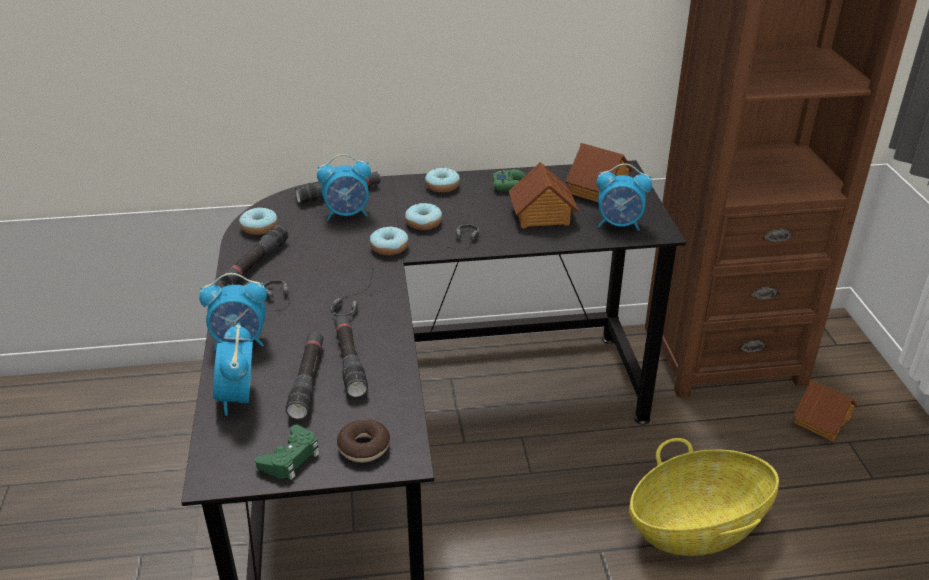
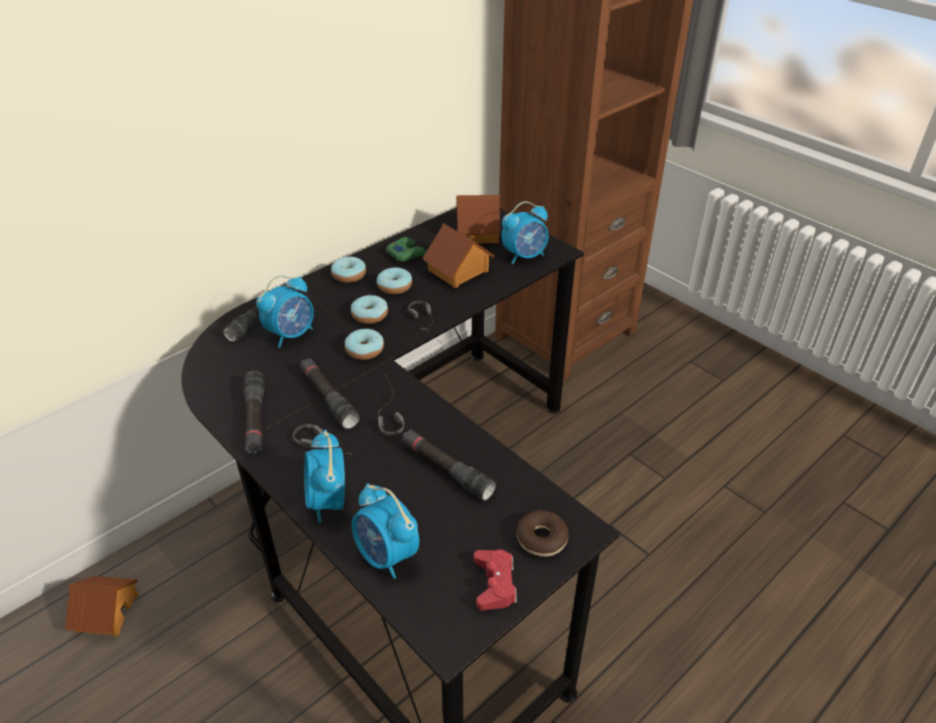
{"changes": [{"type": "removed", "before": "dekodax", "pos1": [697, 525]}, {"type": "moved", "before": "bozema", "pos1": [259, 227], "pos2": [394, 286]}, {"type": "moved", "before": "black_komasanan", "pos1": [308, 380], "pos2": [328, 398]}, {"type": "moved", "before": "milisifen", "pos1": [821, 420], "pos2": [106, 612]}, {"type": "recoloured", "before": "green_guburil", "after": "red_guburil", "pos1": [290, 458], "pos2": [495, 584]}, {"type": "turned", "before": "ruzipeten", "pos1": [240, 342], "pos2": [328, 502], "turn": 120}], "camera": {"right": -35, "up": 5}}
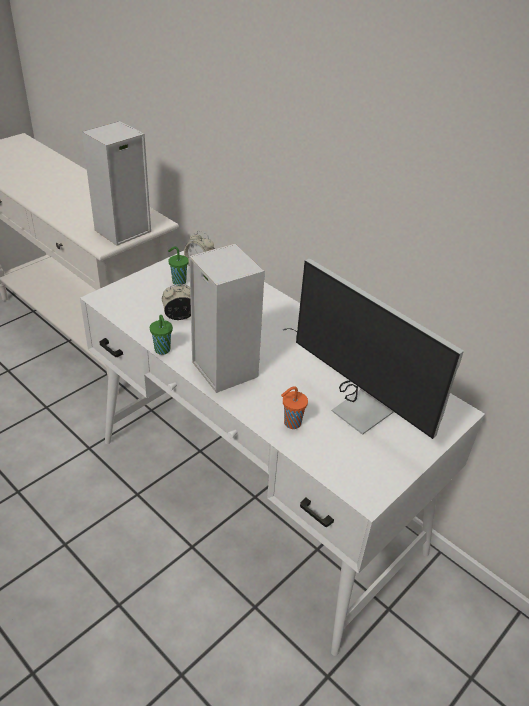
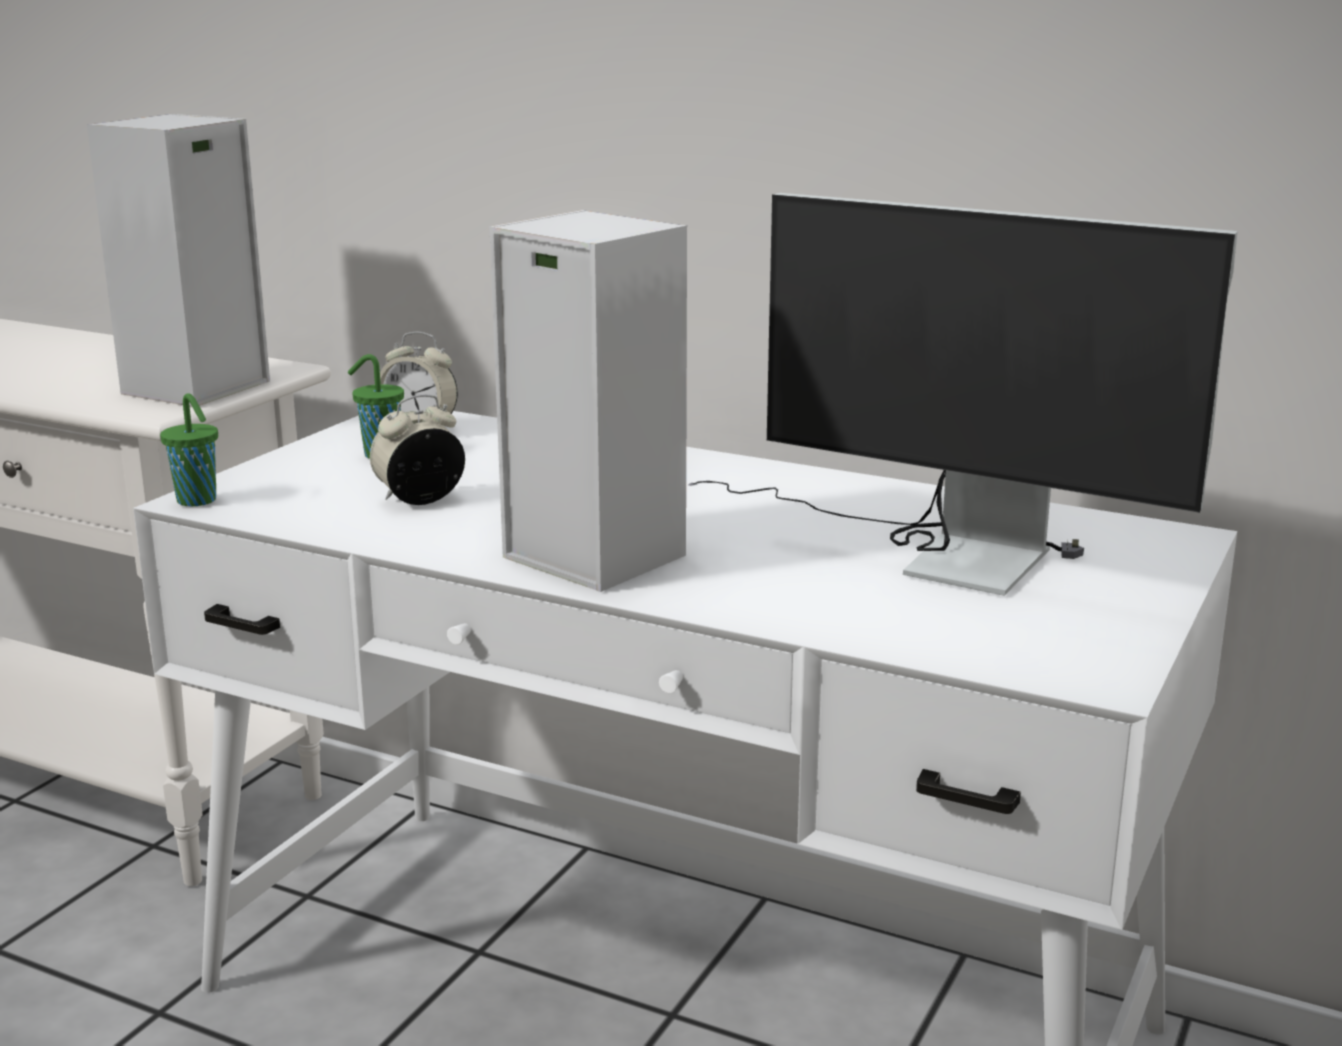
{"changes": [{"type": "removed", "before": "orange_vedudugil", "pos1": [291, 423]}, {"type": "moved", "before": "green_vedudugil", "pos1": [163, 350], "pos2": [198, 501]}], "camera": {"right": -15, "up": -20}}
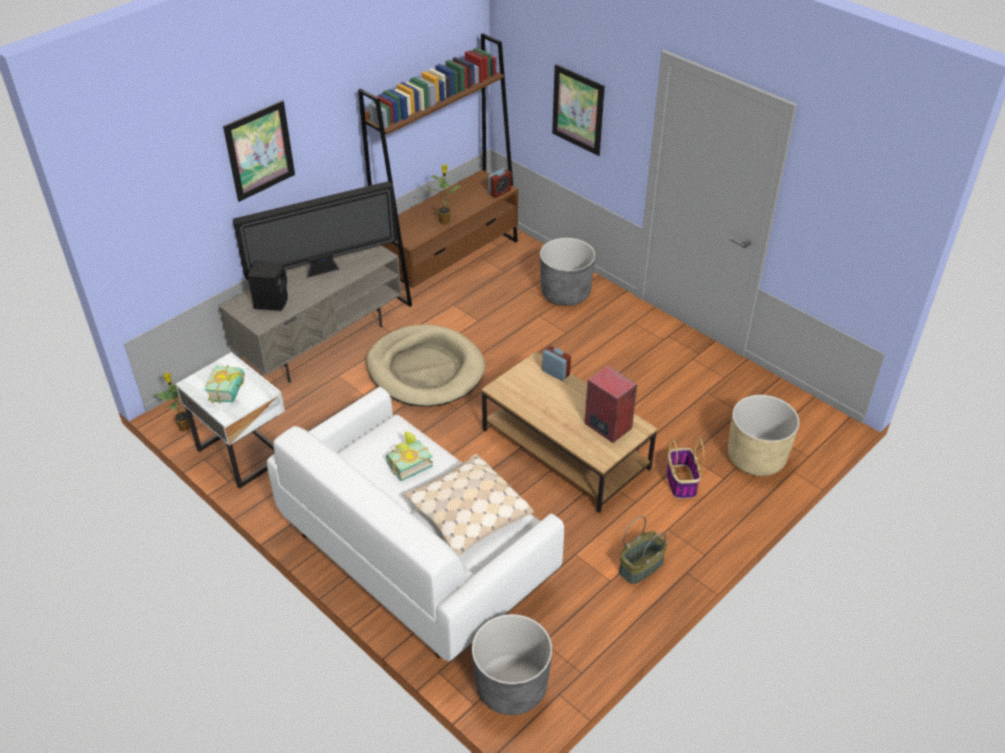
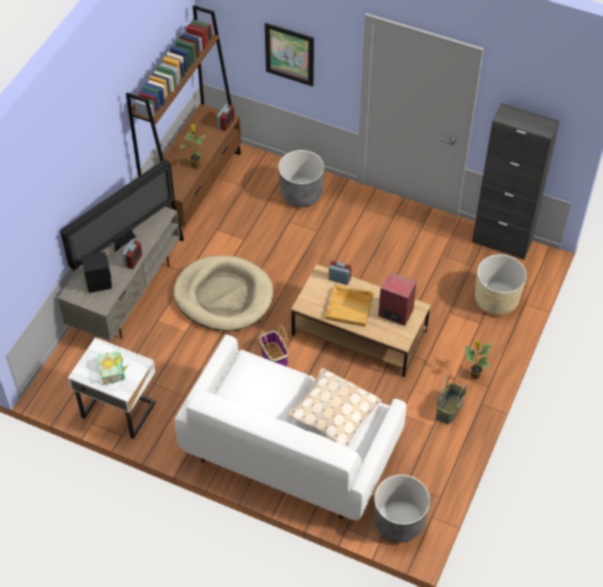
{"changes": [{"type": "removed", "before": "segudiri", "pos1": [259, 150]}, {"type": "removed", "before": "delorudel", "pos1": [408, 463]}, {"type": "added", "after": "ruzipeten", "pos2": [133, 260]}, {"type": "added", "after": "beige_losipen", "pos2": [350, 307]}, {"type": "added", "after": "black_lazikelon", "pos2": [501, 242]}, {"type": "moved", "before": "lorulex", "pos1": [184, 427], "pos2": [474, 375]}, {"type": "moved", "before": "dekodax", "pos1": [681, 482], "pos2": [273, 356]}], "camera": {"right": -20, "up": 10}}
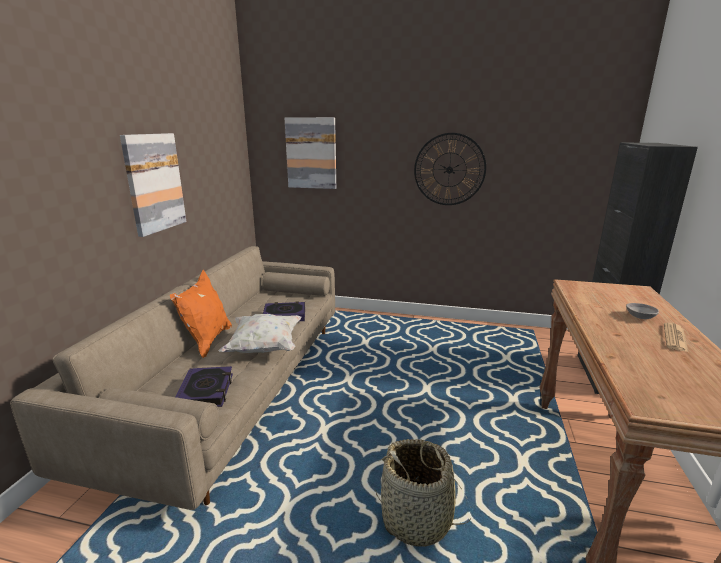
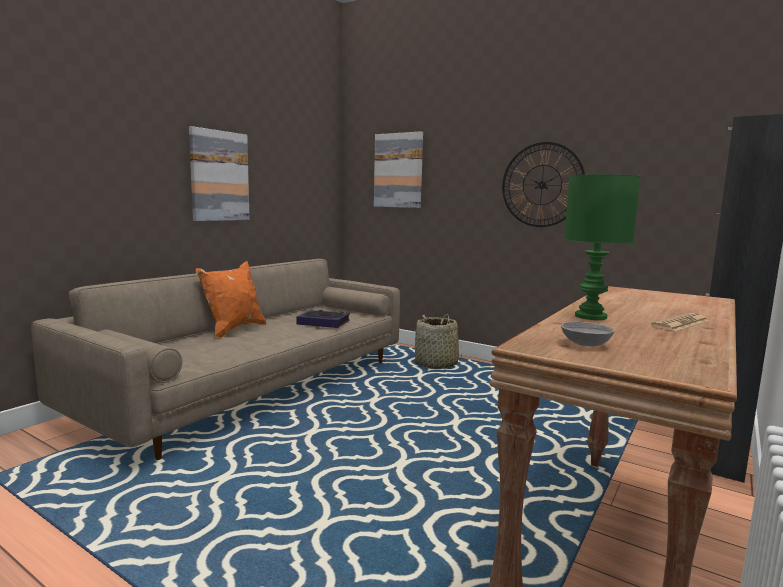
{"changes": [{"type": "removed", "before": "delorudel", "pos1": [206, 391]}, {"type": "removed", "before": "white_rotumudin", "pos1": [264, 347]}, {"type": "added", "after": "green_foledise", "pos2": [589, 316]}, {"type": "moved", "before": "dekodax", "pos1": [417, 519], "pos2": [436, 364]}, {"type": "moved", "before": "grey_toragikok", "pos1": [640, 317], "pos2": [585, 344]}], "camera": {"right": 20, "up": -10}}
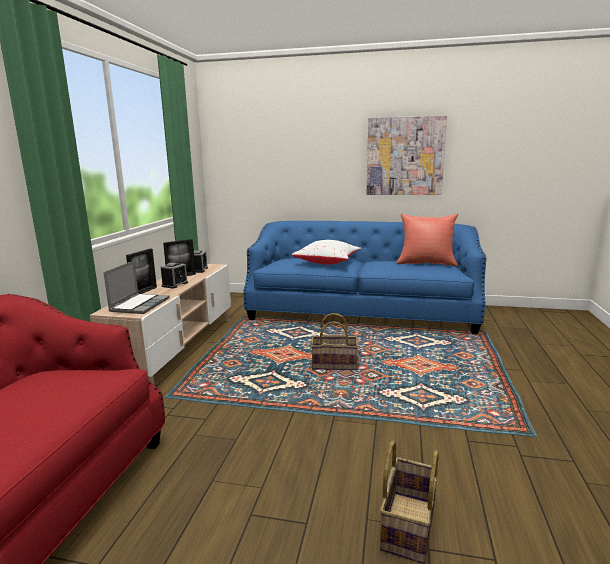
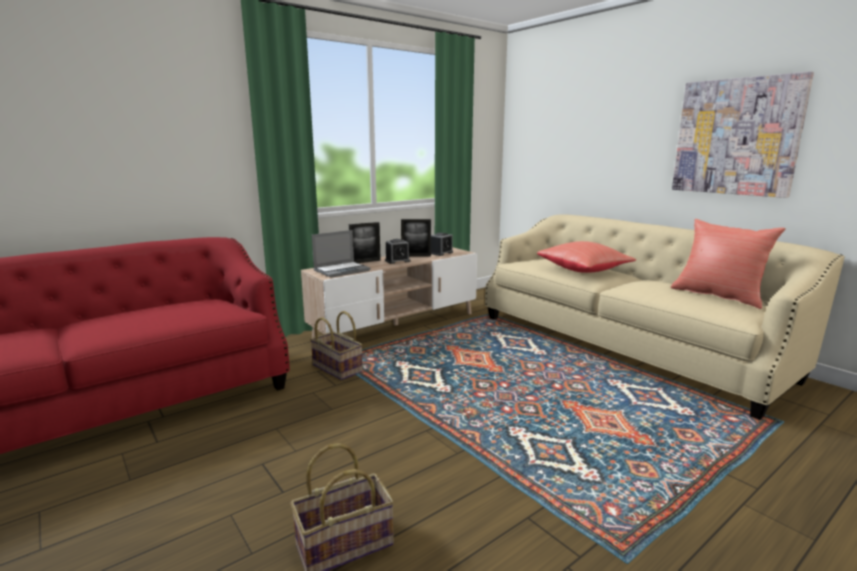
{"changes": [{"type": "moved", "before": "dekodax", "pos1": [334, 364], "pos2": [338, 368]}, {"type": "recoloured", "before": "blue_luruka", "after": "beige_luruka", "pos1": [361, 313], "pos2": [625, 345]}, {"type": "recoloured", "before": "white_rotumudin", "after": "red_rotumudin", "pos1": [328, 262], "pos2": [584, 270]}], "camera": {"right": 40, "up": 0}}
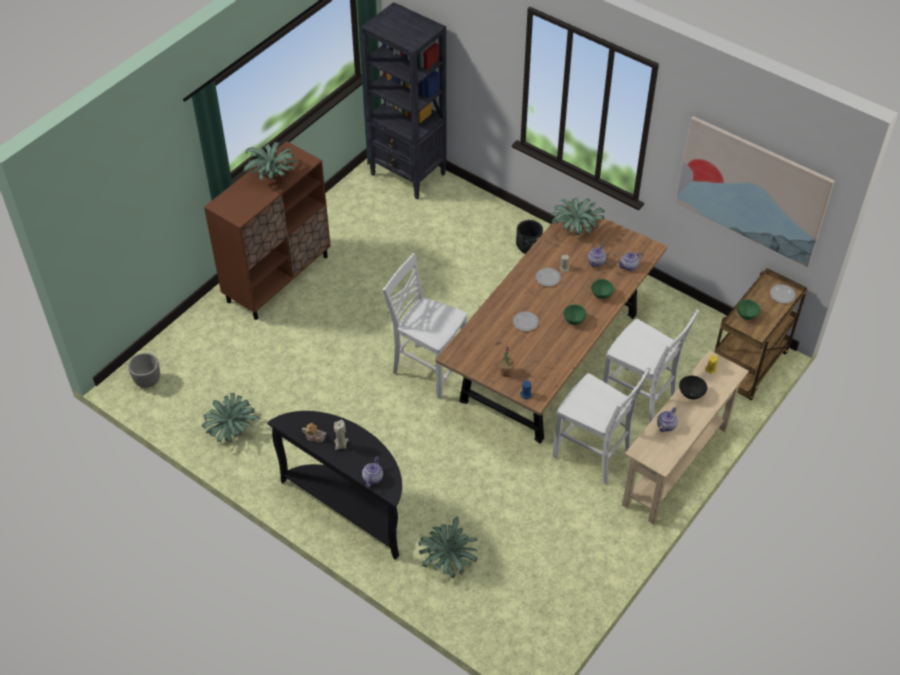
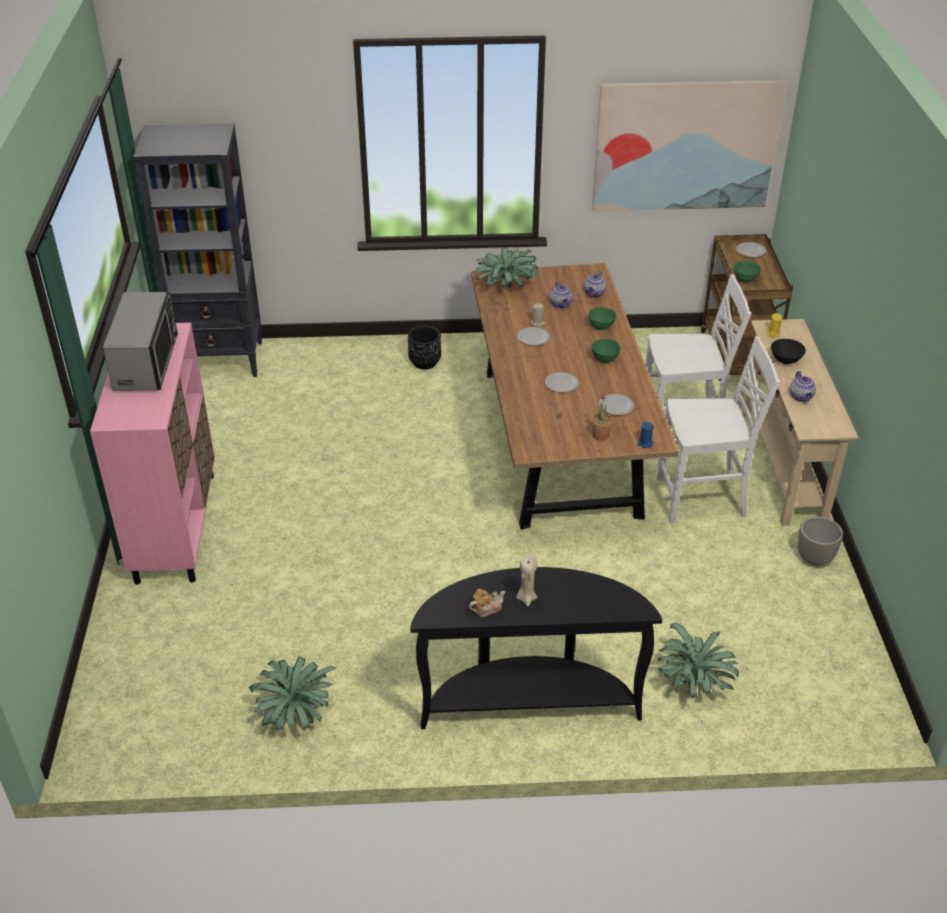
{"changes": [{"type": "removed", "before": "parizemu", "pos1": [372, 478]}, {"type": "removed", "before": "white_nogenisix", "pos1": [427, 368]}, {"type": "added", "after": "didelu", "pos2": [616, 406]}, {"type": "moved", "before": "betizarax", "pos1": [148, 381], "pos2": [814, 558]}, {"type": "replaced", "before": "lorulex", "after": "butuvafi", "pos1": [272, 176], "pos2": [147, 362]}, {"type": "recoloured", "before": "brown_lazikelon", "after": "pink_lazikelon", "pos1": [278, 278], "pos2": [176, 526]}], "camera": {"right": -40, "up": -10}}
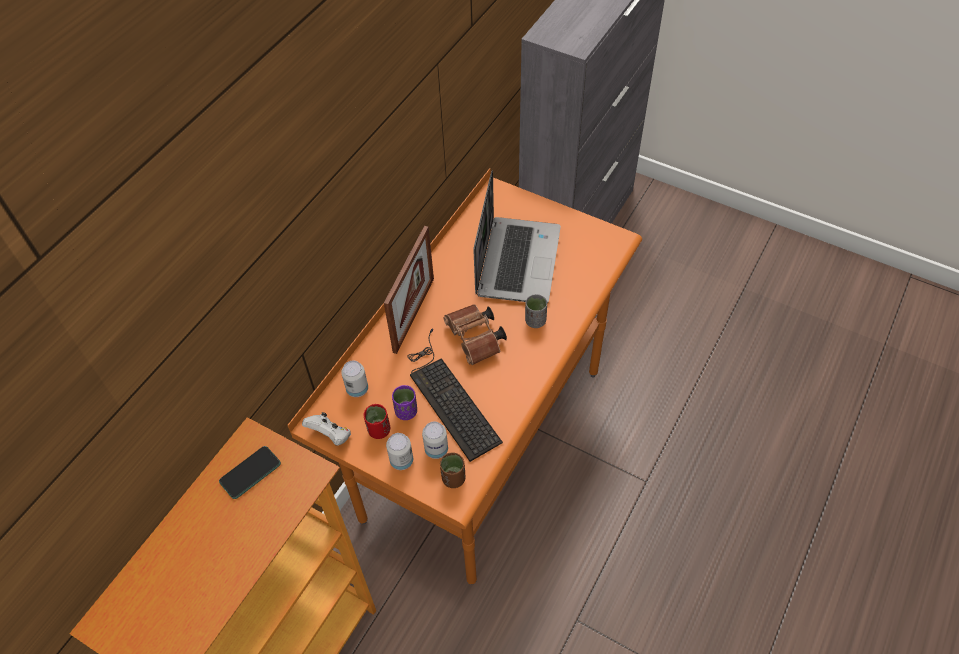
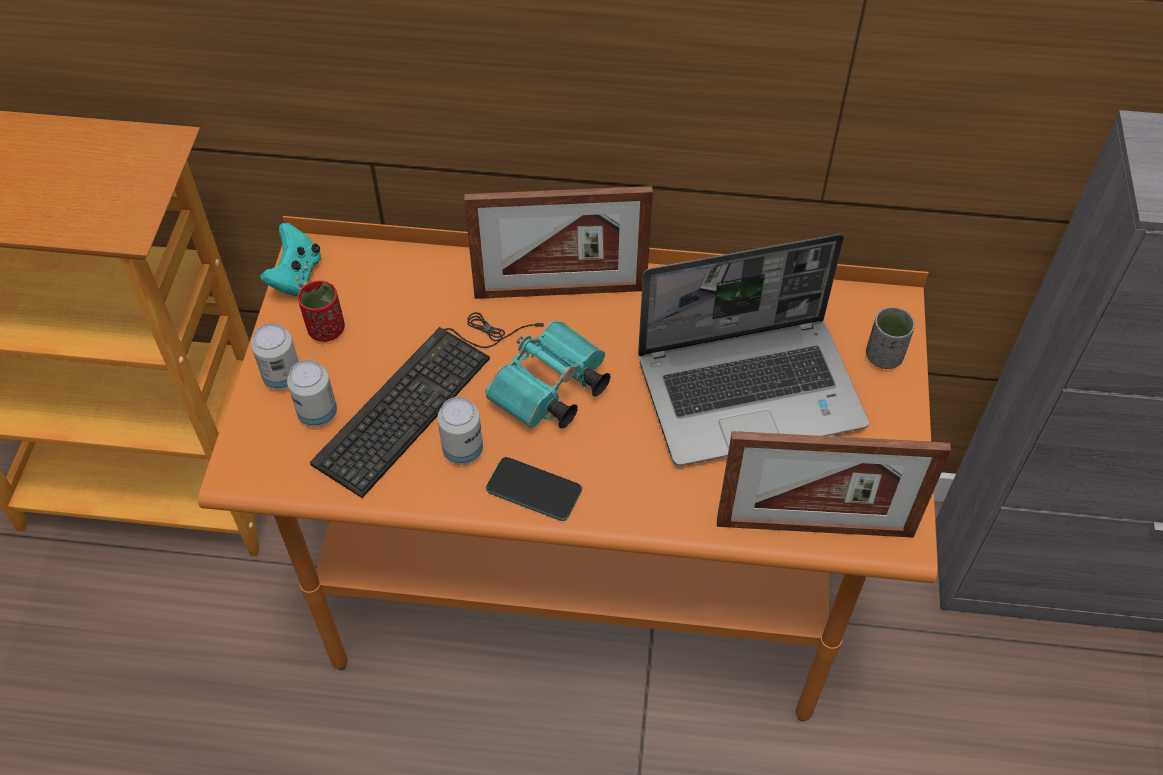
{"changes": [{"type": "removed", "before": "purple_vedudugil", "pos1": [406, 411]}, {"type": "removed", "before": "brown_vedudugil", "pos1": [453, 478]}, {"type": "added", "after": "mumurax", "pos2": [814, 528]}, {"type": "moved", "before": "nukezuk", "pos1": [250, 473], "pos2": [534, 490]}, {"type": "moved", "before": "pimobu", "pos1": [357, 389], "pos2": [463, 450]}, {"type": "moved", "before": "grey_vedudugil", "pos1": [535, 321], "pos2": [884, 356]}, {"type": "recoloured", "before": "white_guburil", "after": "turquoise_guburil", "pos1": [330, 435], "pos2": [296, 276]}, {"type": "recoloured", "before": "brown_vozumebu", "after": "turquoise_vozumebu", "pos1": [476, 340], "pos2": [549, 392]}], "camera": {"right": 65, "up": 0}}
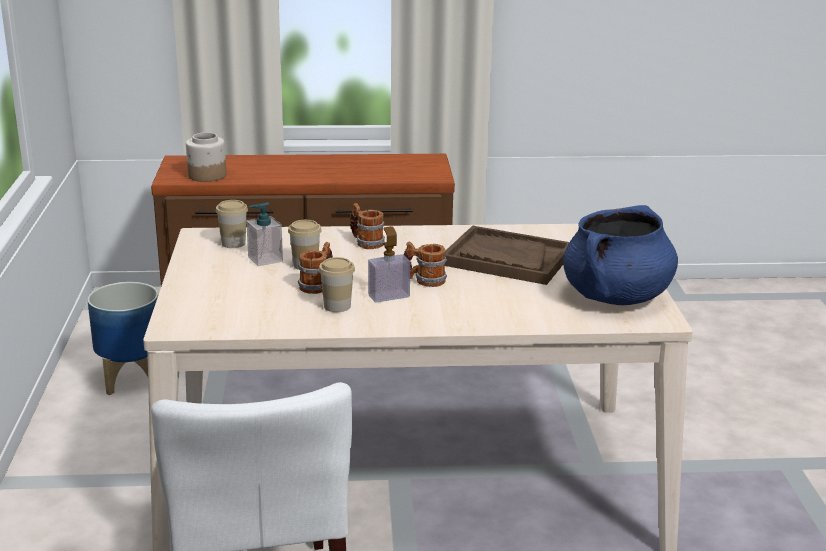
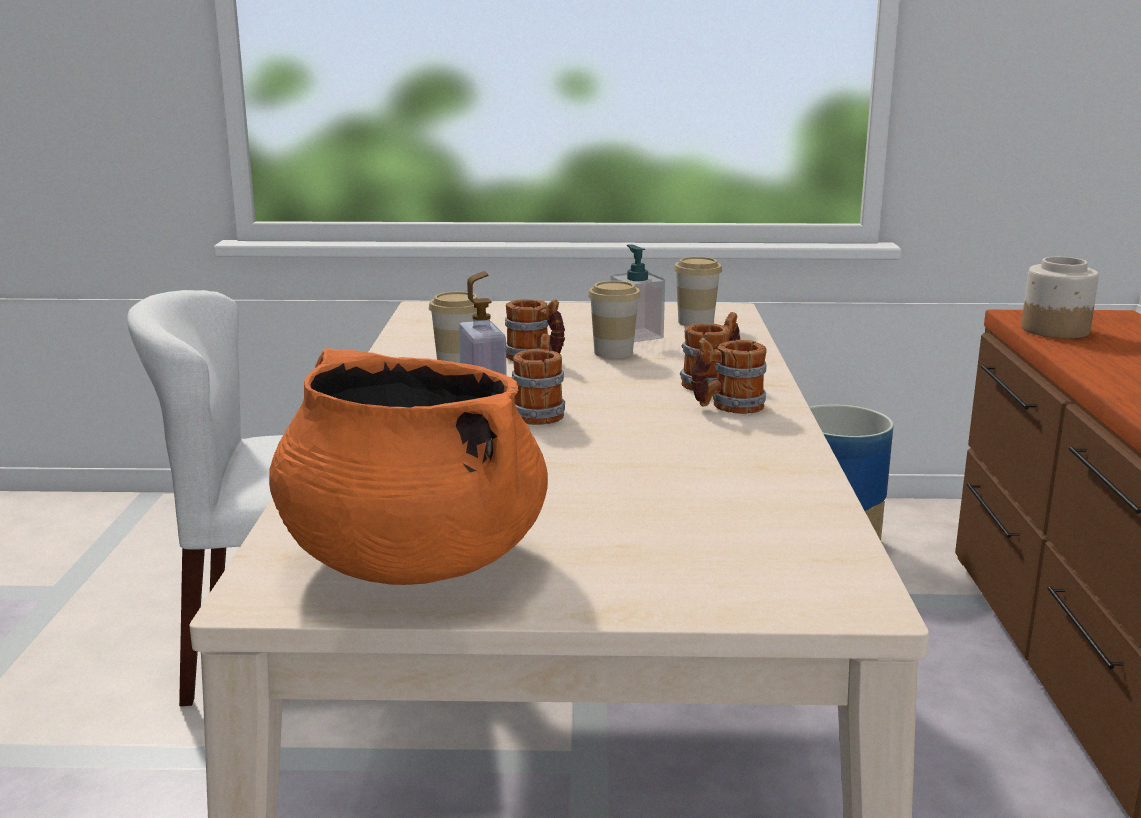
{"changes": [{"type": "removed", "before": "brown_losipen", "pos1": [507, 259]}, {"type": "added", "after": "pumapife", "pos2": [727, 406]}, {"type": "recoloured", "before": "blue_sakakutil", "after": "orange_sakakutil", "pos1": [616, 297], "pos2": [412, 560]}], "camera": {"right": 95, "up": -5}}
